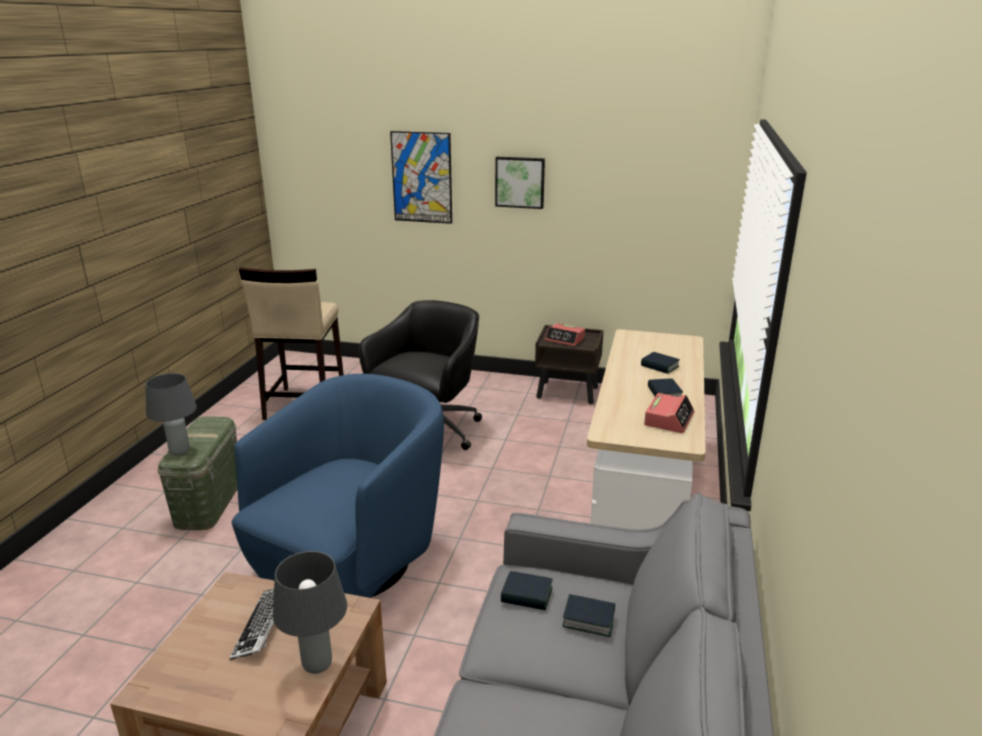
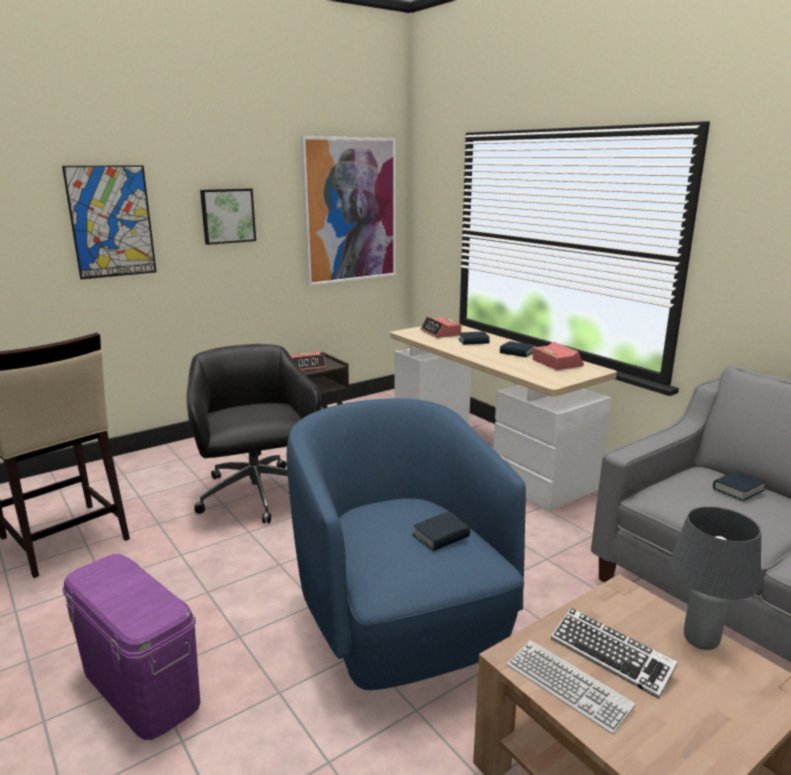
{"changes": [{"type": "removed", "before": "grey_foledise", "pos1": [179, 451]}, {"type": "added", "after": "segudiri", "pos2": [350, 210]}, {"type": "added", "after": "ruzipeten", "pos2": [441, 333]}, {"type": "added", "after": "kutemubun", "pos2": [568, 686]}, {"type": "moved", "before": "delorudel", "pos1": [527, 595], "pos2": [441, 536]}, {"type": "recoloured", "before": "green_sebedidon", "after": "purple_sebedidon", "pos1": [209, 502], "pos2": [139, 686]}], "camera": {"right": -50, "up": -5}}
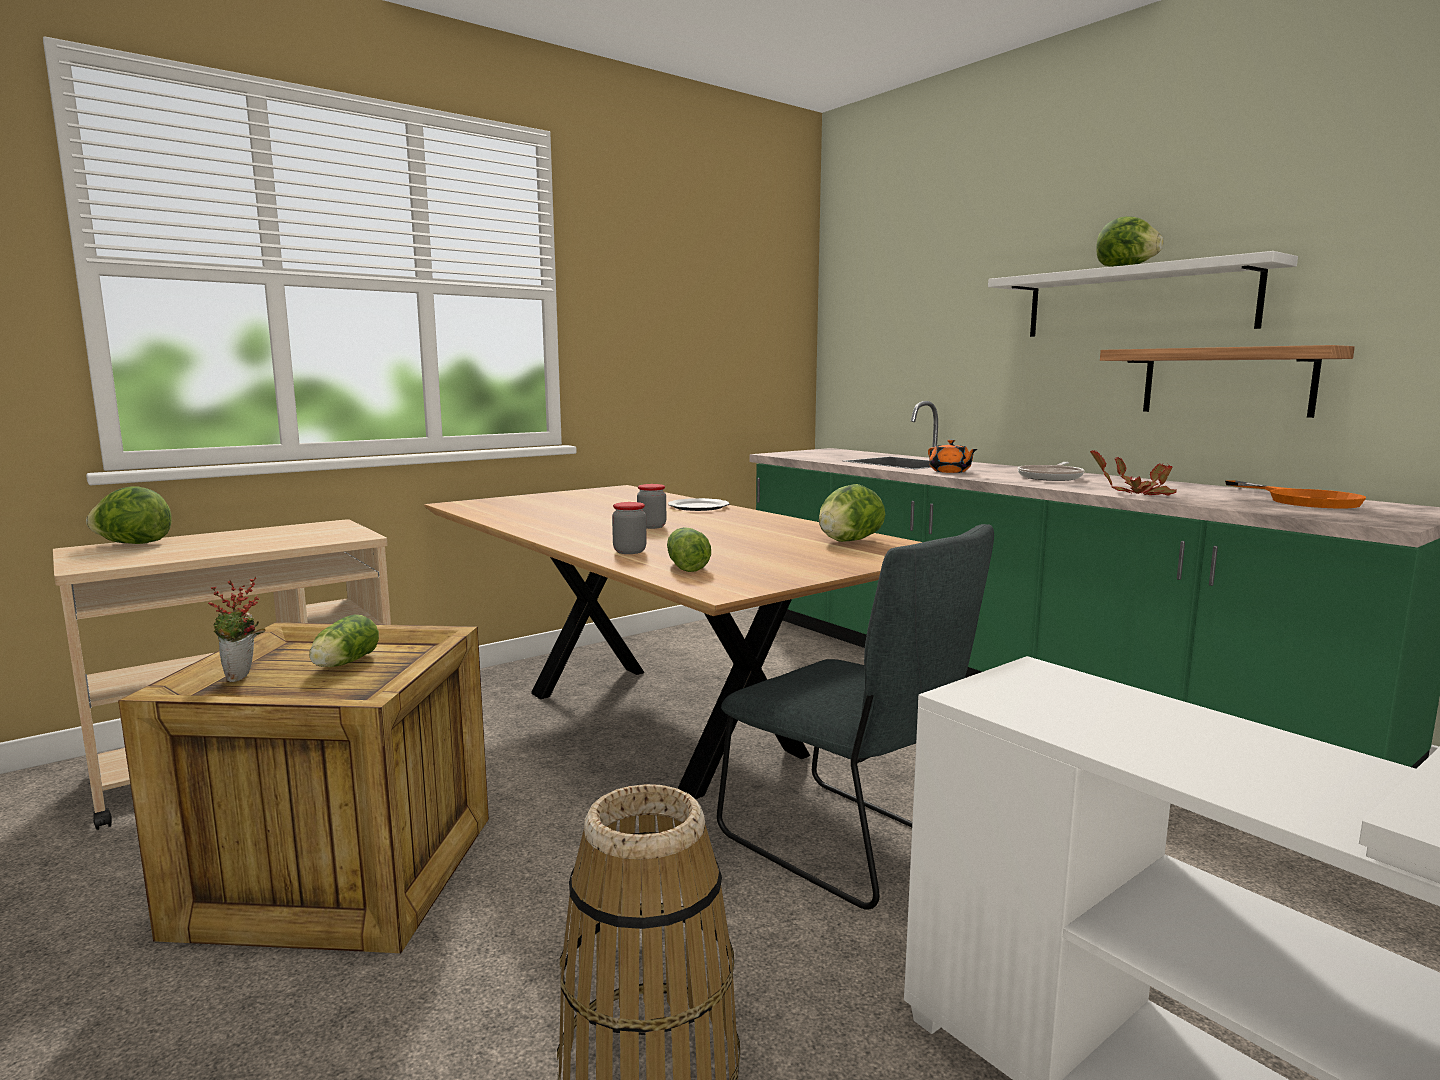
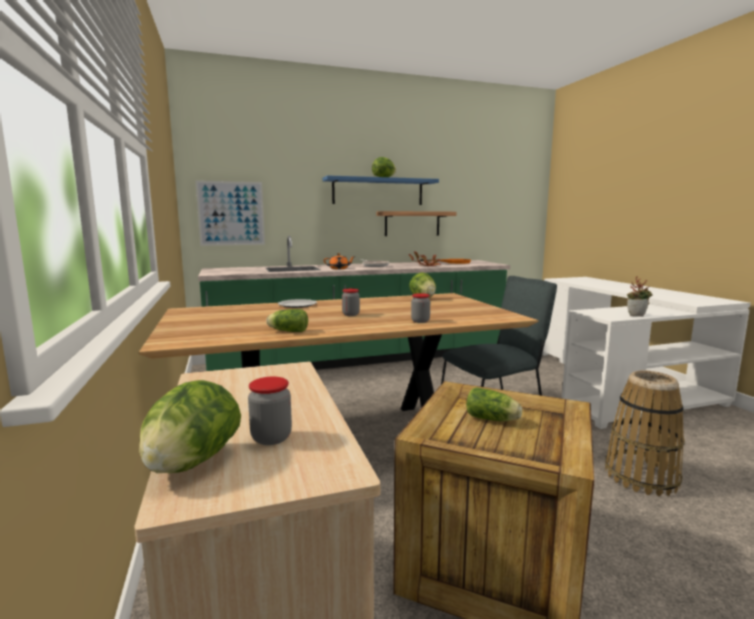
{"changes": [{"type": "added", "after": "segudiri", "pos2": [231, 213]}, {"type": "added", "after": "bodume", "pos2": [271, 438]}, {"type": "moved", "before": "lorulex", "pos1": [243, 677], "pos2": [636, 315]}, {"type": "moved", "before": "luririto", "pos1": [686, 566], "pos2": [287, 331]}, {"type": "recoloured", "before": "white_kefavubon", "after": "blue_kefavubon", "pos1": [1136, 302], "pos2": [378, 191]}], "camera": {"right": -70, "up": 0}}
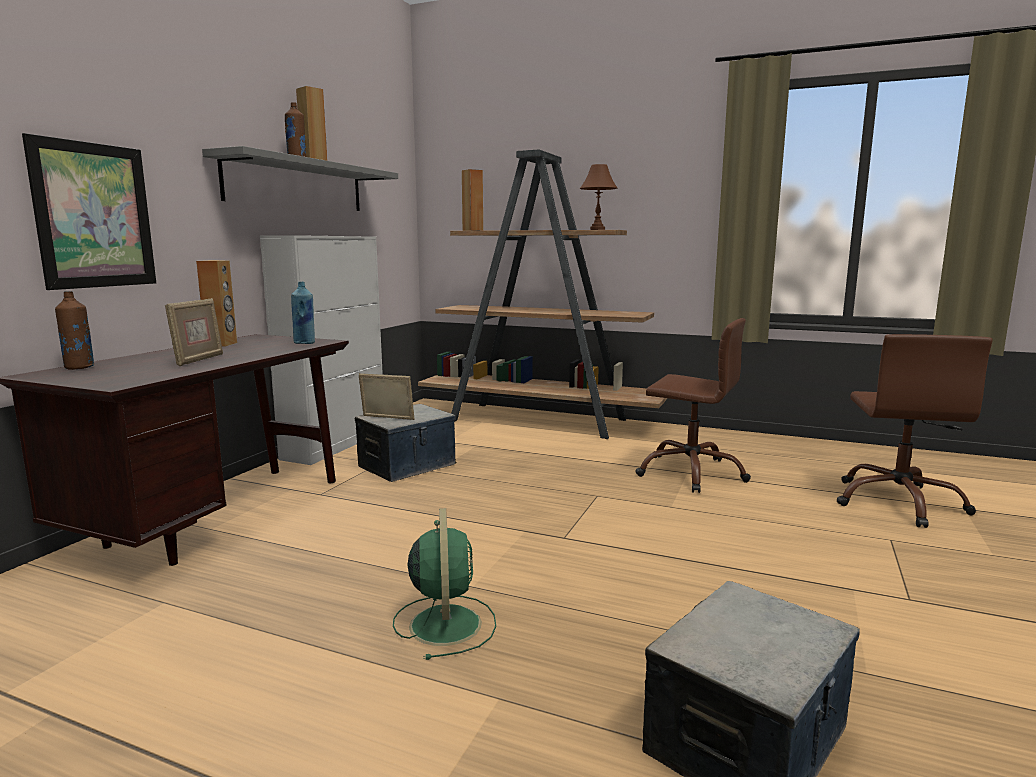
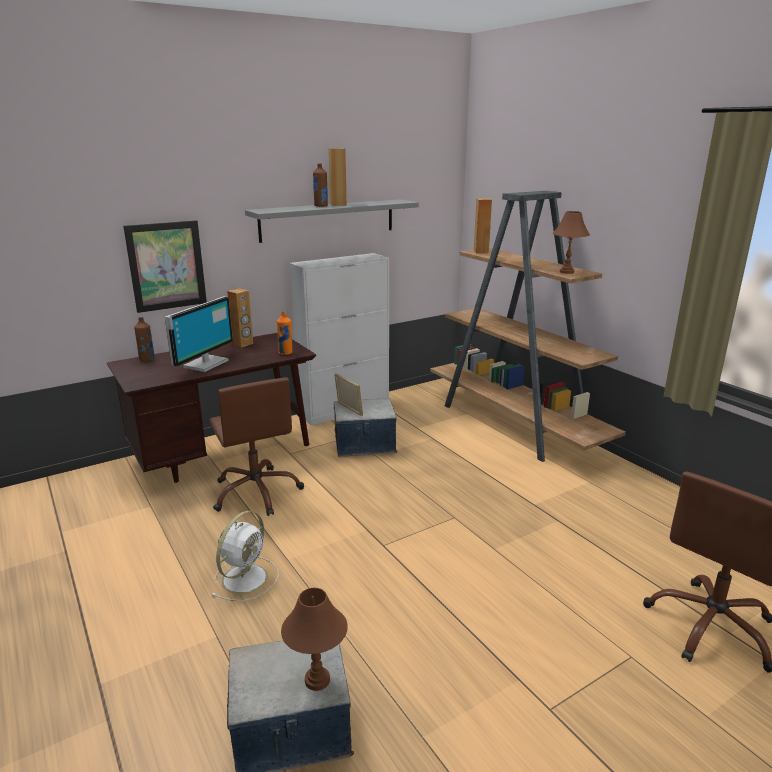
{"changes": [{"type": "added", "after": "brown_foledise", "pos2": [317, 680]}, {"type": "moved", "before": "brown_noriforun", "pos1": [691, 472], "pos2": [257, 492]}, {"type": "replaced", "before": "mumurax", "after": "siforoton", "pos1": [198, 360], "pos2": [204, 363]}, {"type": "recoloured", "before": "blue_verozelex", "after": "orange_verozelex", "pos1": [305, 343], "pos2": [285, 353]}, {"type": "recoloured", "before": "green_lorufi", "after": "white_lorufi", "pos1": [445, 623], "pos2": [246, 577]}], "camera": {"right": 35, "up": 10}}
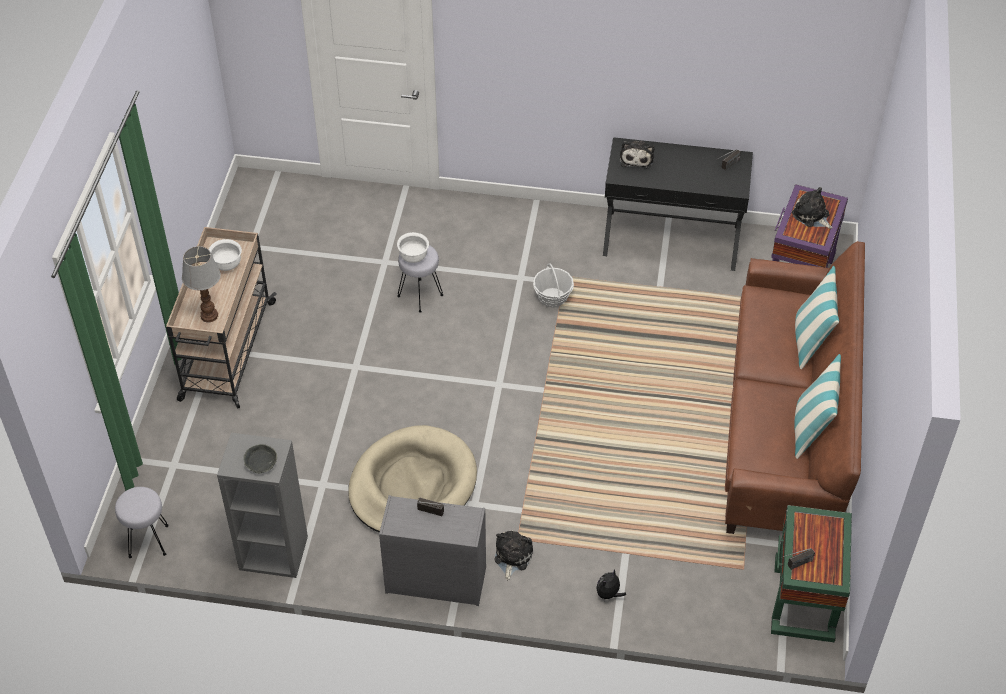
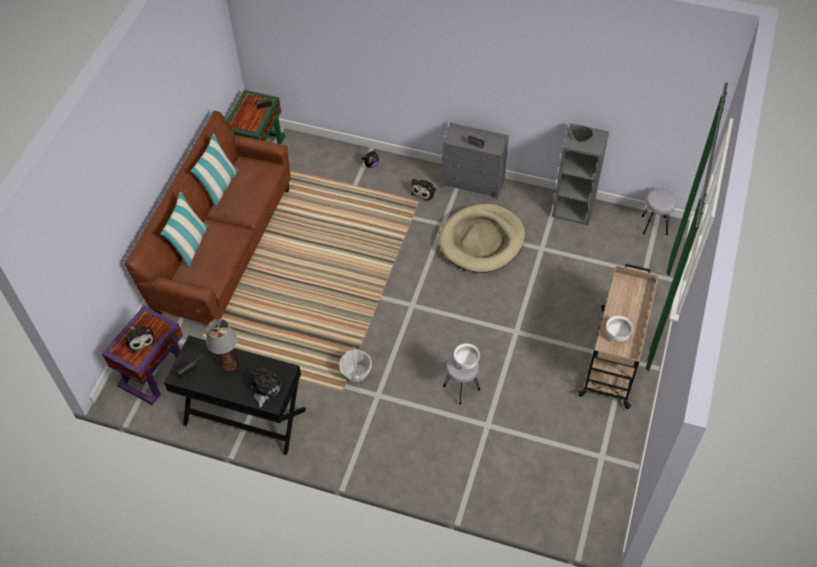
{"changes": [{"type": "moved", "before": "foledise", "pos1": [209, 315], "pos2": [228, 365]}], "camera": {"right": -170, "up": 5}}
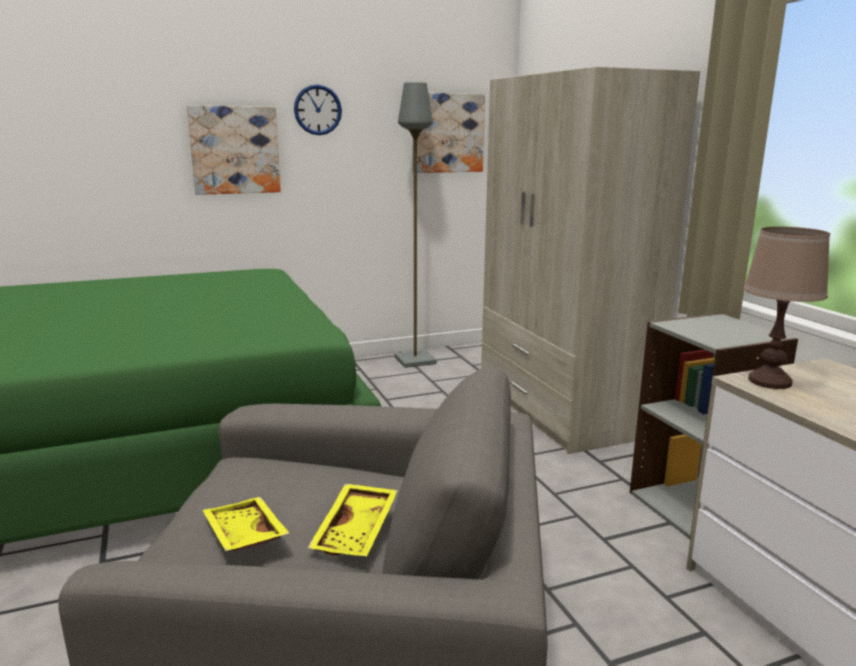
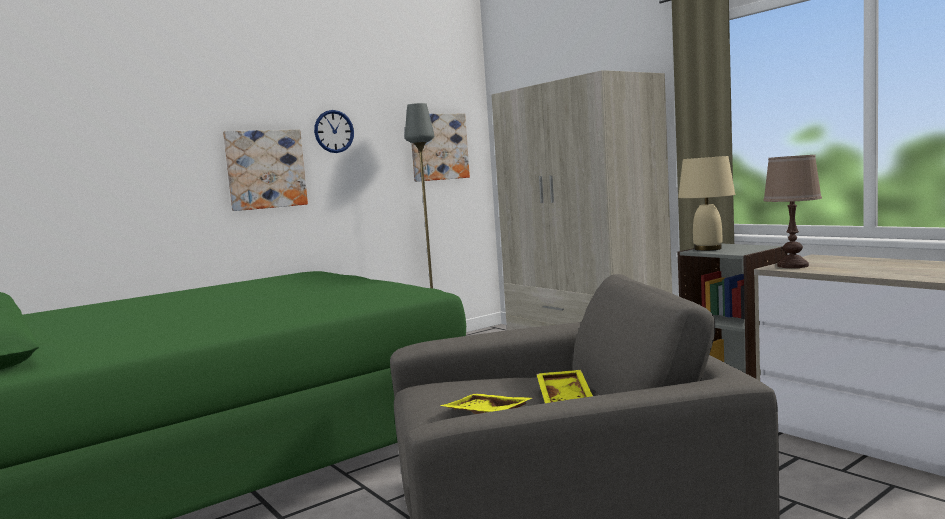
{"changes": [{"type": "added", "after": "beige_foledise", "pos2": [707, 249]}], "camera": {"right": -15, "up": -10}}
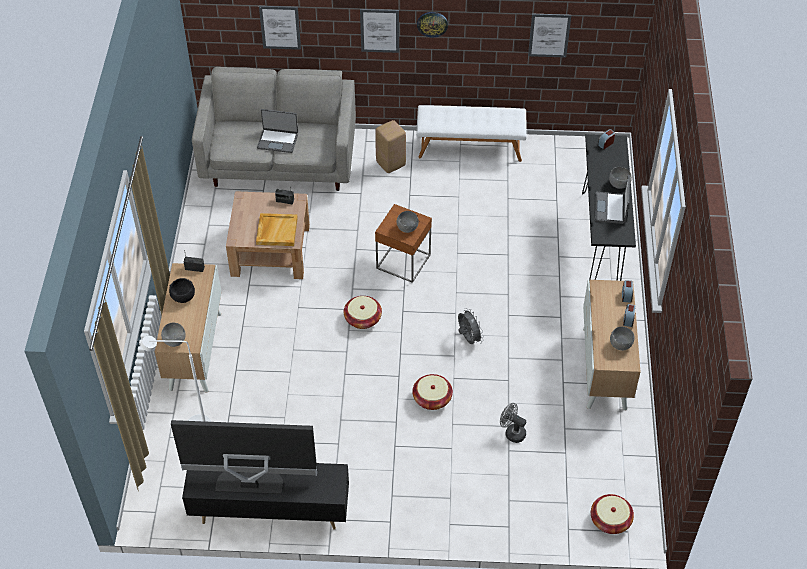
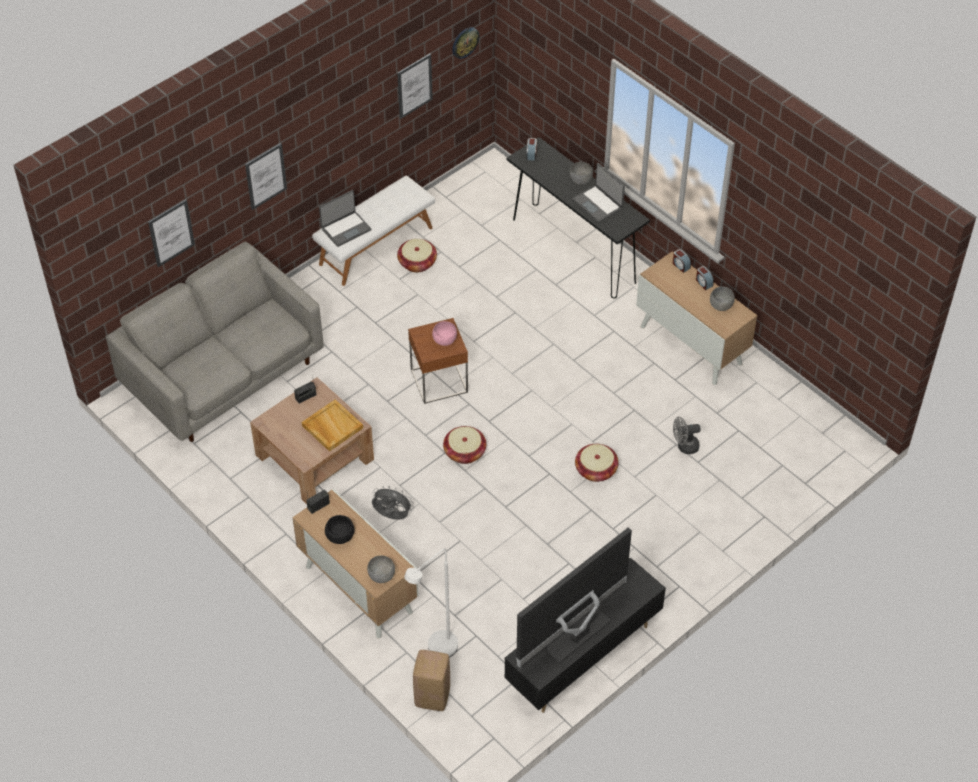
{"changes": [{"type": "moved", "before": "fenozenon", "pos1": [278, 140], "pos2": [345, 229]}, {"type": "moved", "before": "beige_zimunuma", "pos1": [391, 163], "pos2": [432, 696]}, {"type": "moved", "before": "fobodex", "pos1": [432, 23], "pos2": [465, 42]}, {"type": "moved", "before": "grey_lorufi", "pos1": [468, 338], "pos2": [391, 516]}, {"type": "moved", "before": "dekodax", "pos1": [610, 520], "pos2": [417, 263]}, {"type": "recoloured", "before": "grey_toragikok", "after": "pink_toragikok", "pos1": [408, 228], "pos2": [445, 340]}], "camera": {"right": -45, "up": 0}}
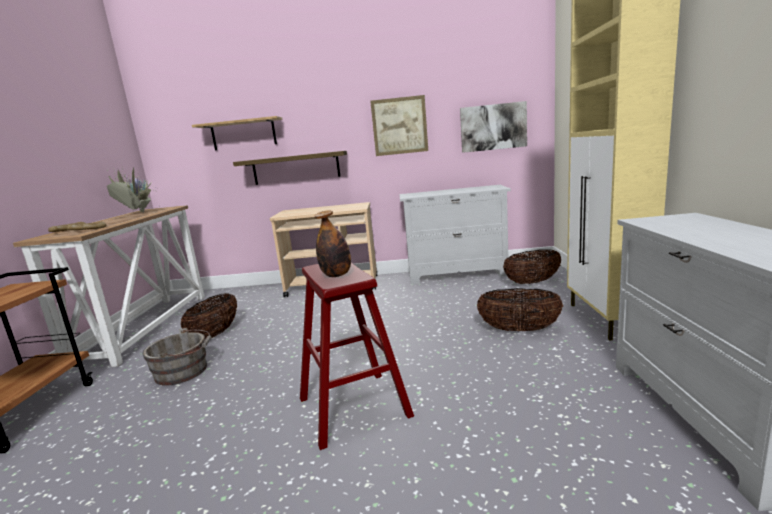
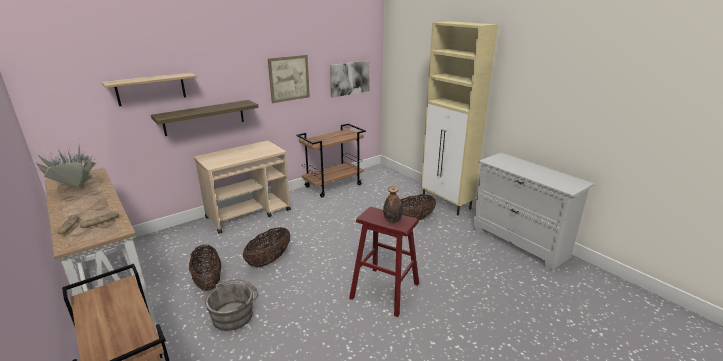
{"changes": [{"type": "moved", "before": "dekodax", "pos1": [532, 282], "pos2": [269, 260]}, {"type": "replaced", "before": "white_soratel", "after": "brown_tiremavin", "pos1": [457, 274], "pos2": [333, 185]}], "camera": {"right": -40, "up": 10}}
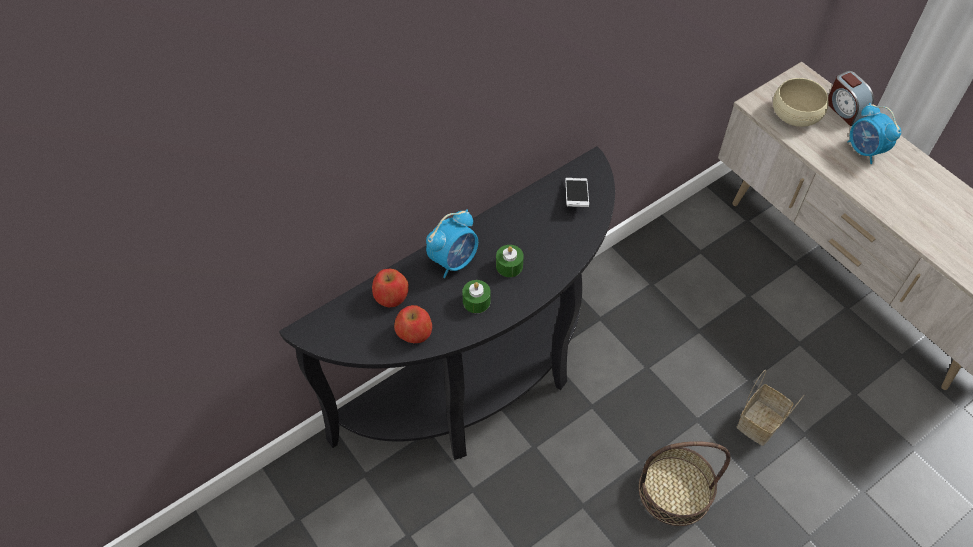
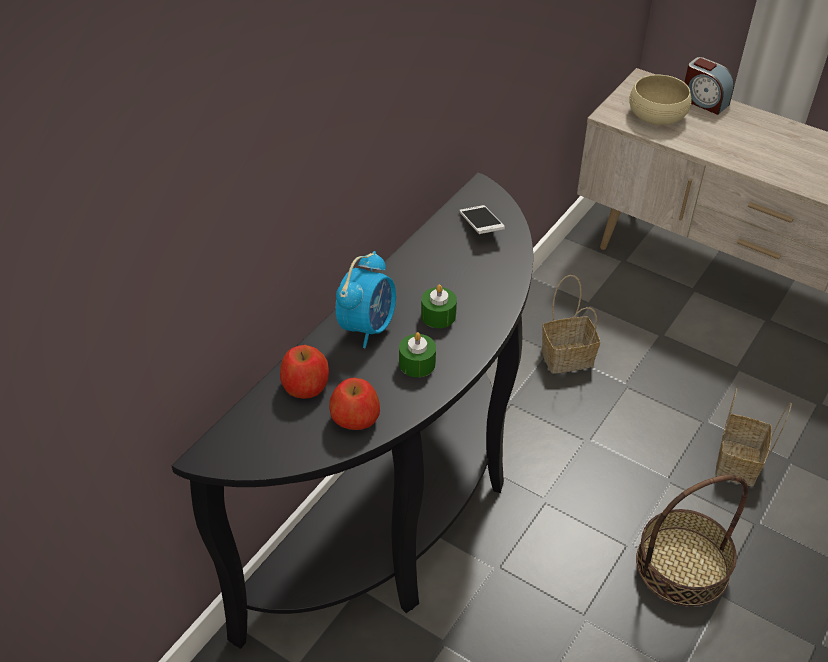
{"changes": [{"type": "removed", "before": "ruzipeten", "pos1": [864, 151]}, {"type": "added", "after": "dekodax", "pos2": [568, 356]}], "camera": {"right": -20, "up": -10}}
